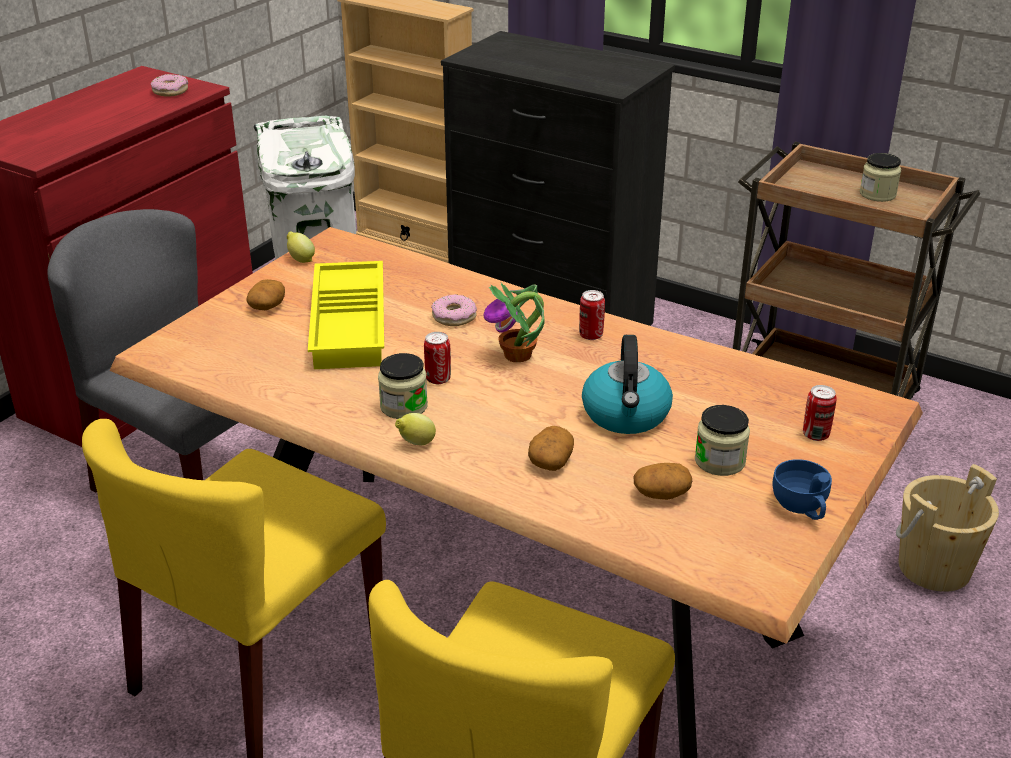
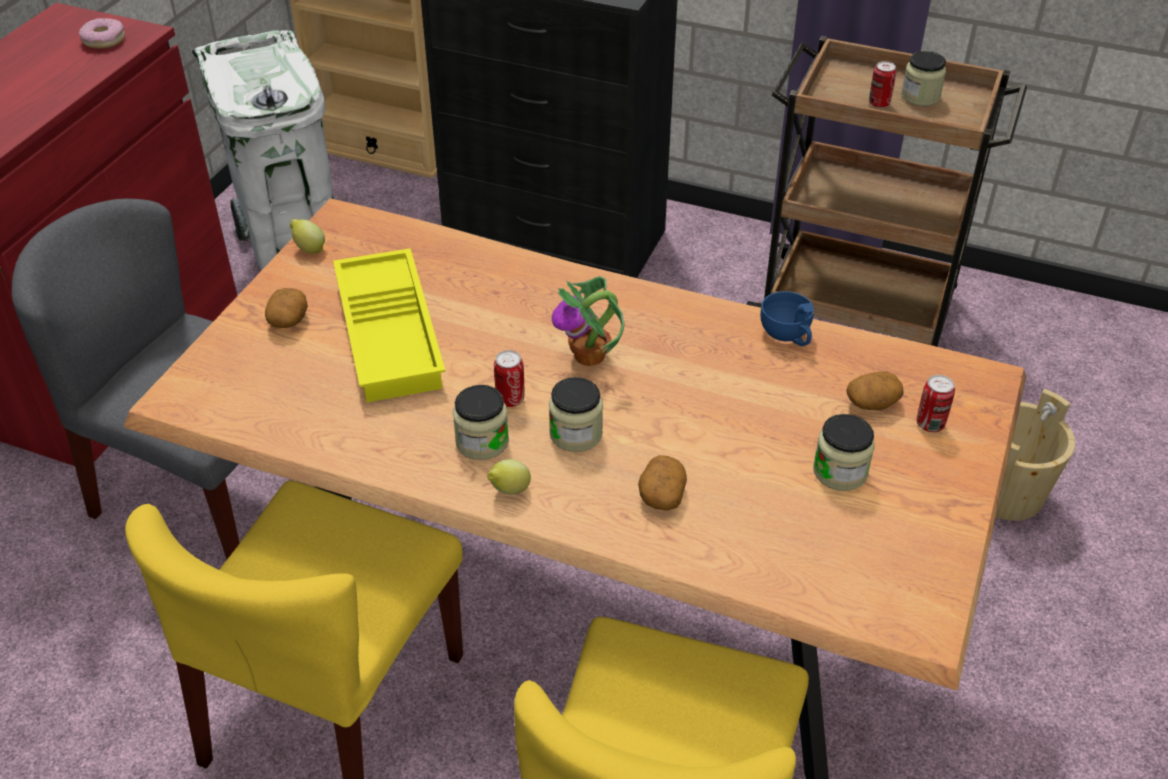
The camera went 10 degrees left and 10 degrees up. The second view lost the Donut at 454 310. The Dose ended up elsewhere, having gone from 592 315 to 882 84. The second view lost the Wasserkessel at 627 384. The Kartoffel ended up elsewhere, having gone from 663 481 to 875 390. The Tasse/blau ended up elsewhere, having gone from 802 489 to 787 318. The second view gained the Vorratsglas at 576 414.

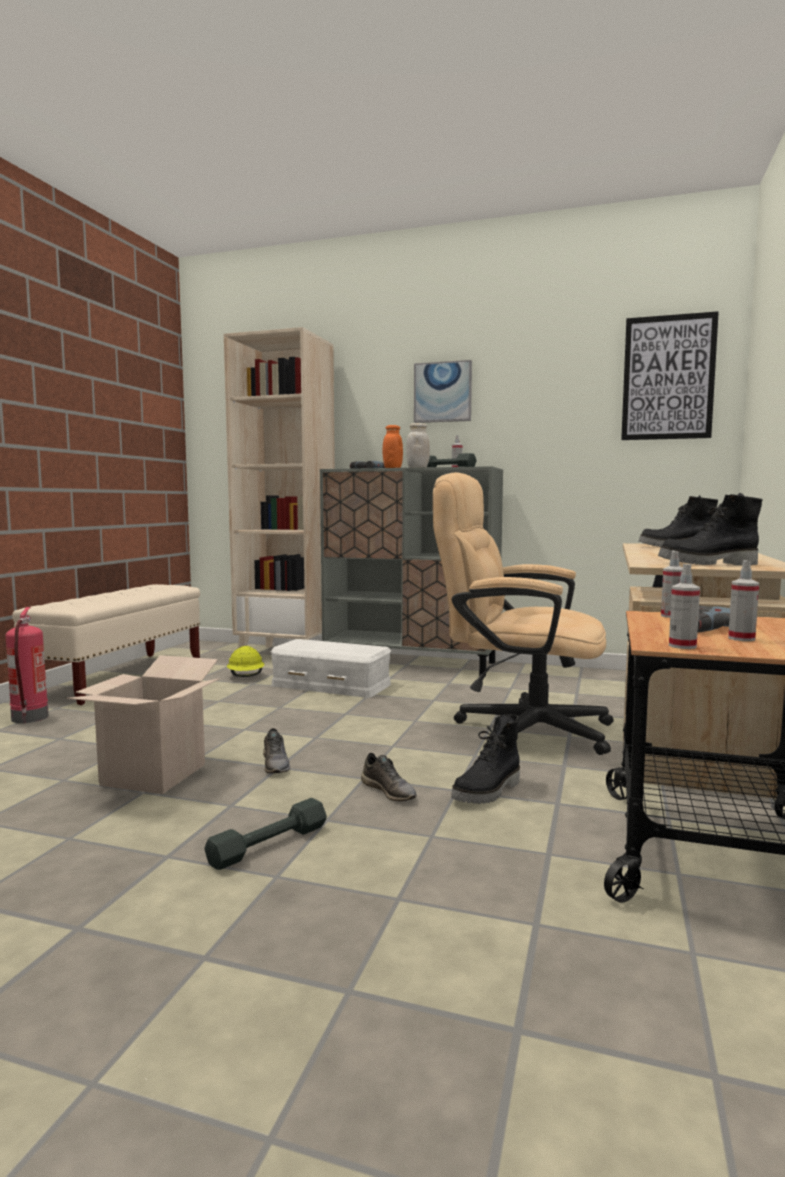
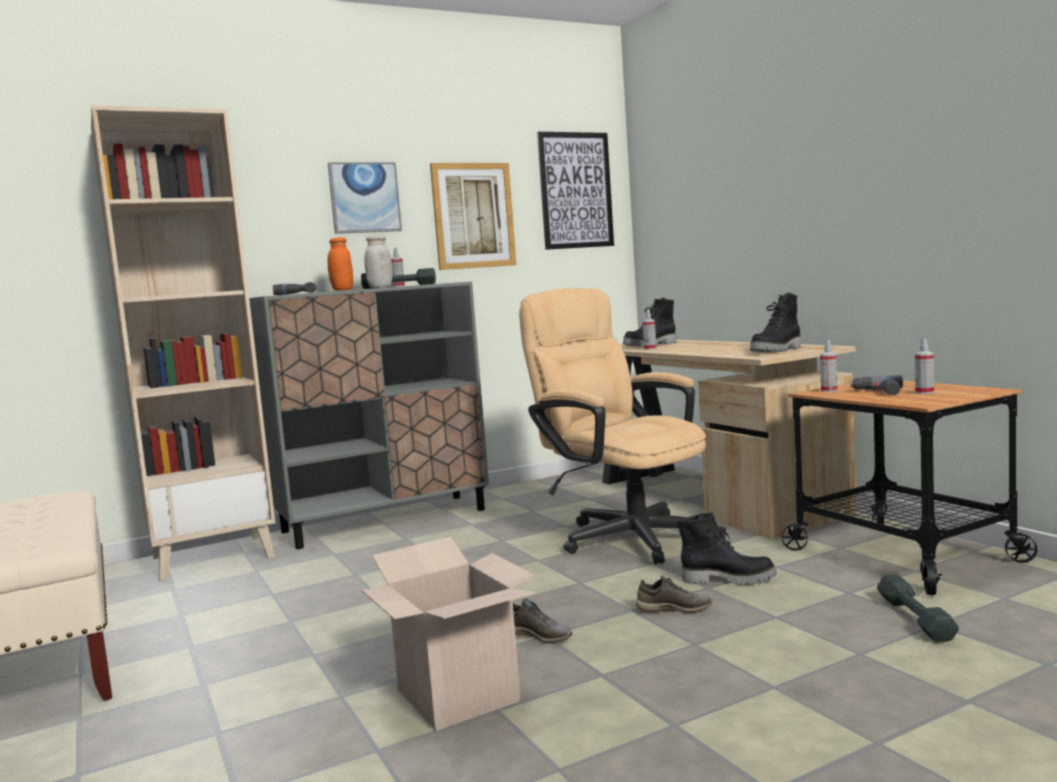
The camera went 45 degrees left and 0 degrees up. The second view lost the Feuerlöscher at 27 665. The Hantel/grau ended up elsewhere, having gone from 265 834 to 918 608. The second view lost the Schutzhelm/gelb at 246 661. The second view lost the Aufbewahrungsbox/weiß at 331 668. The Bürostuhl/beige at 523 613 ended up facing another way, 75 degrees clockwise from before. The Stiefel/schwarz at 485 759 ended up facing another way, 75 degrees counterclockwise from before. The Sprühflasche ended up elsewhere, having gone from 684 606 to 649 330. The second view gained the Bild at 473 216.

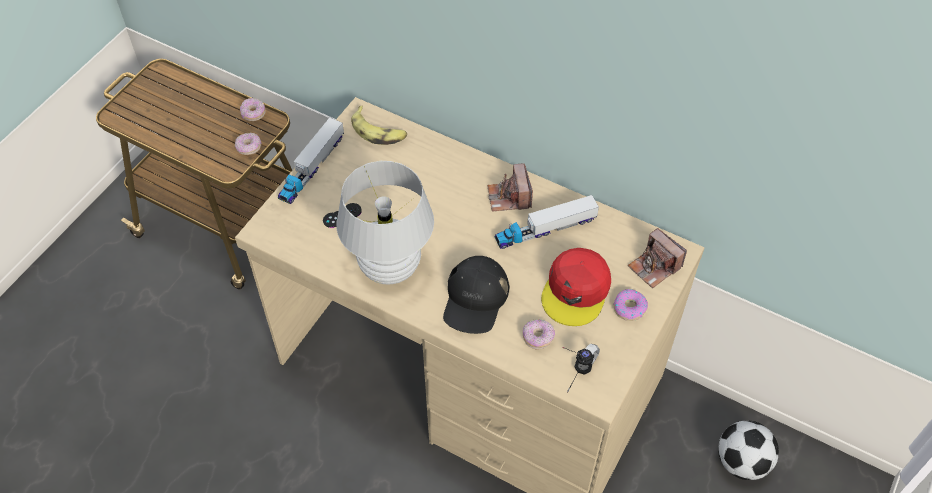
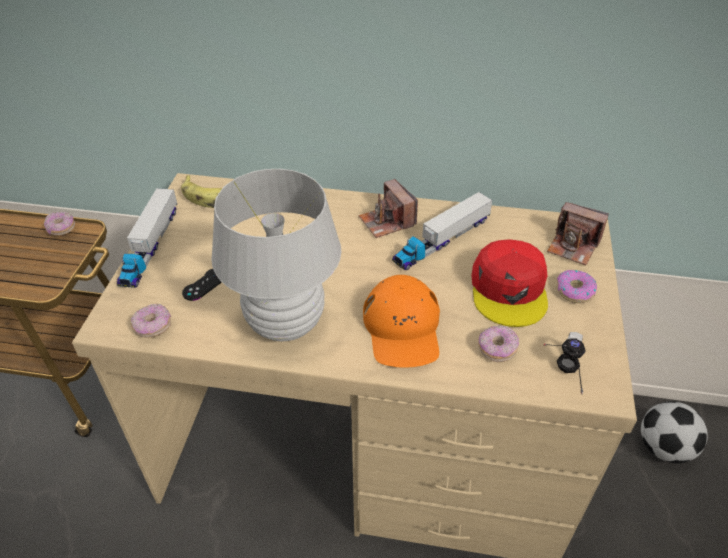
The camera went 20 degrees left and 10 degrees down. The Donut ended up elsewhere, having gone from 248 144 to 151 320. What was the Kappe/schwarz at 476 295 turned into the Kappe/orange at 401 321.

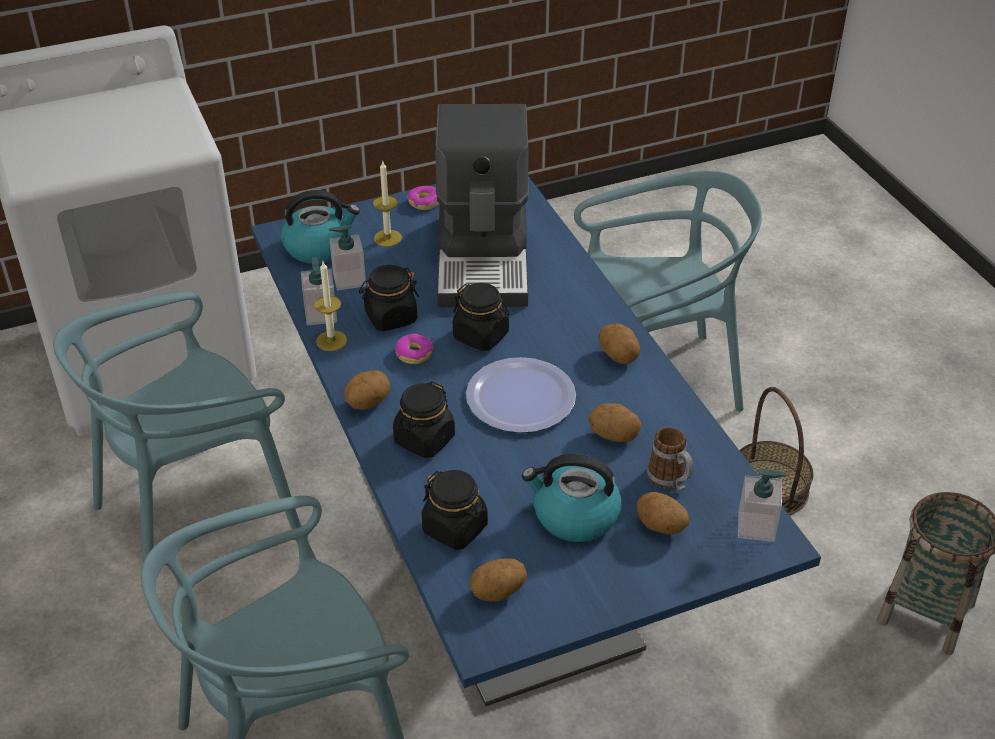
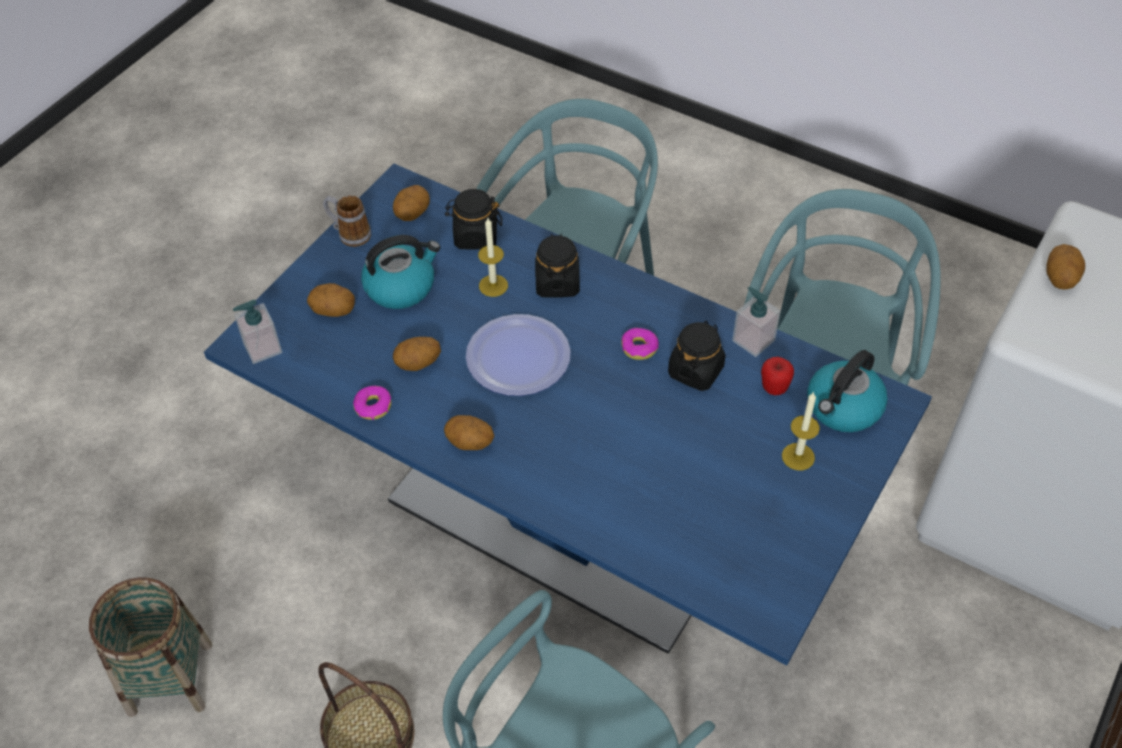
The camera went 145 degrees right and 10 degrees up. The Kerze ended up elsewhere, having gone from 330 306 to 493 257. Where the Seifenspender stood at 347 257, the Apfel came to stand at 777 376. The Kartoffel ended up elsewhere, having gone from 367 390 to 1065 267. The Donut ended up elsewhere, having gone from 423 198 to 372 403. The second view lost the Kaffeemaschine at 482 205. The second view lost the Vorratsglas/schwarz at 481 317. The Henkelbecher ended up elsewhere, having gone from 670 459 to 347 221.

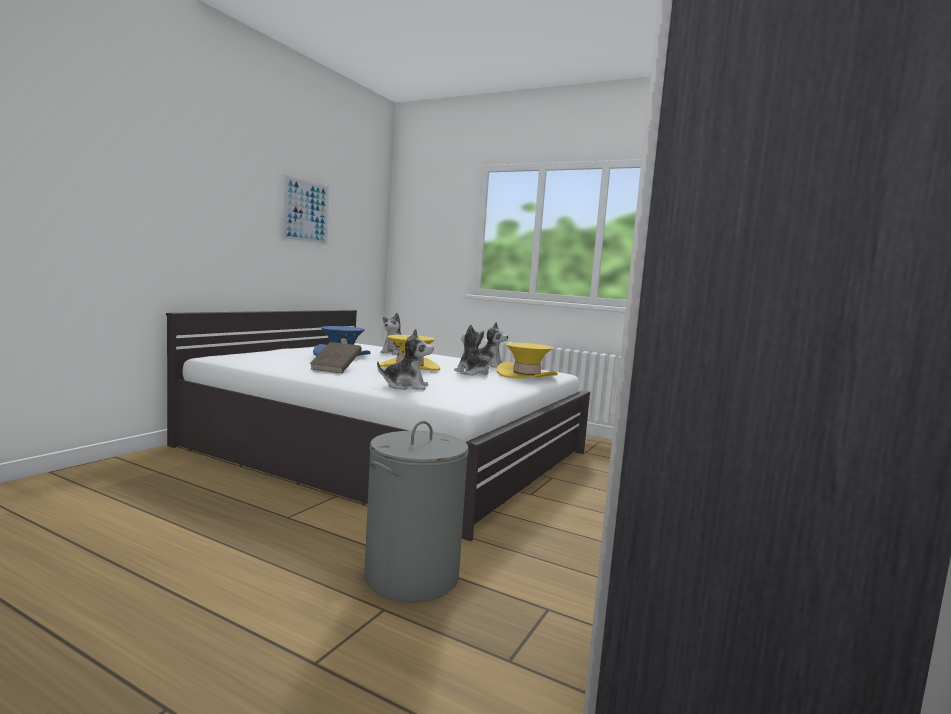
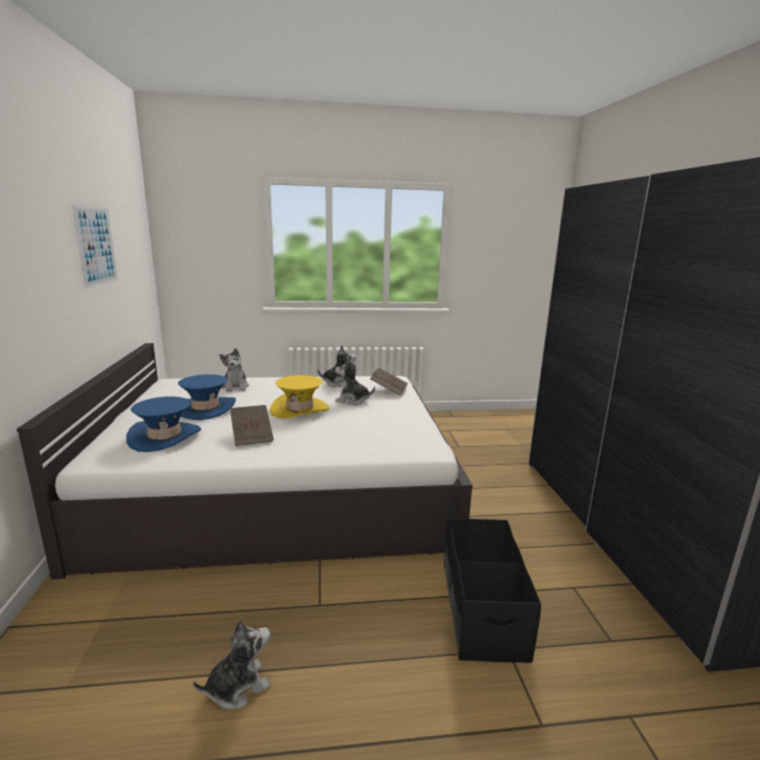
The camera went 35 degrees left and 10 degrees up. Where the Wäschekorb/grau stood at 416 512, the Aufbewahrungsbox/schwarz came to stand at 492 590. The Plüschtier ended up elsewhere, having gone from 405 359 to 232 663. Where the Hut/gelb stood at 527 361, the Buch/braun came to stand at 389 382. The second view gained the Hut/blau at 163 424.

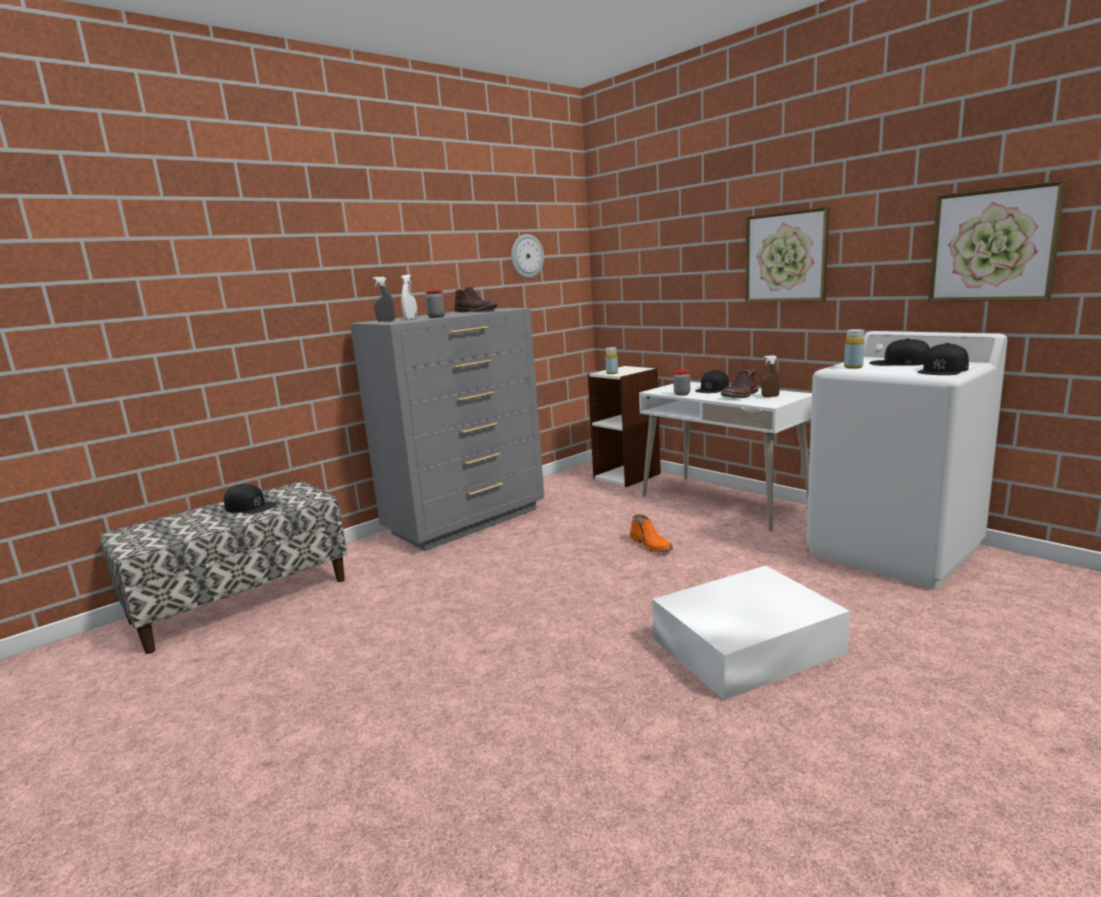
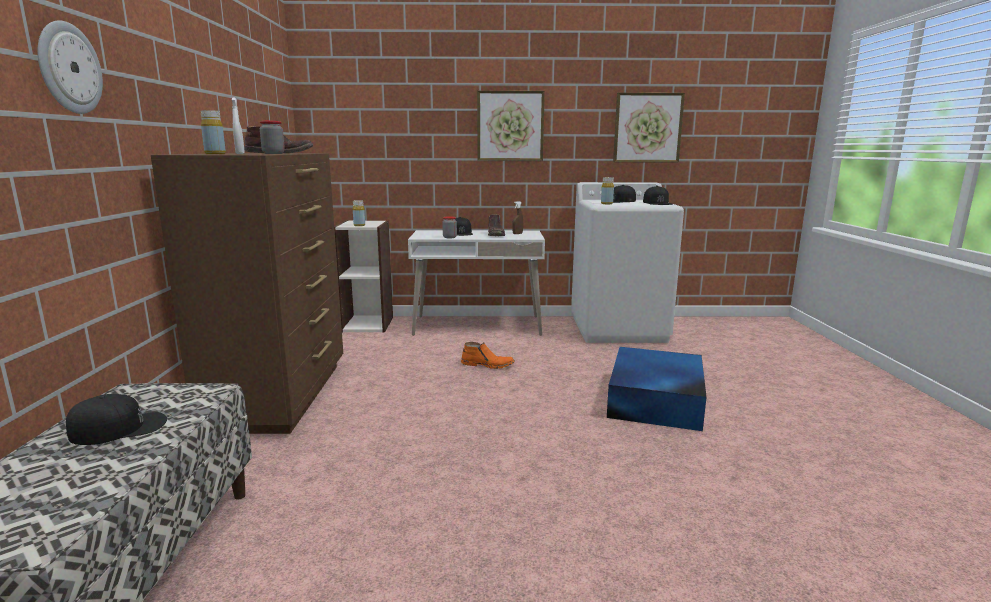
The camera went 50 degrees left and 0 degrees up. What was the Kommode/grau at 447 429 turned into the Kommode/braun at 247 293. Where the Sprühflasche/grau stood at 384 299, the Flasche/gelb came to stand at 213 132. The Wanduhr ended up elsewhere, having gone from 527 256 to 70 67. What was the Aufbewahrungsbox/weiß at 751 633 turned into the Aufbewahrungsbox/blau at 657 389.

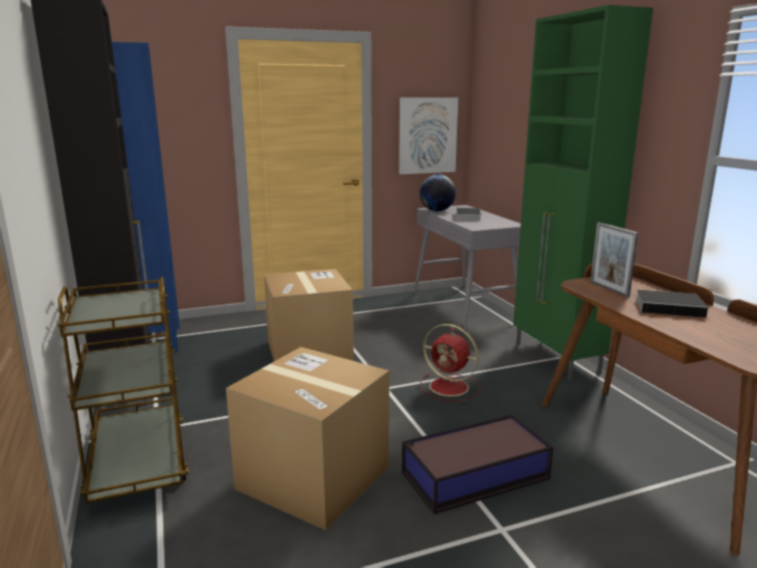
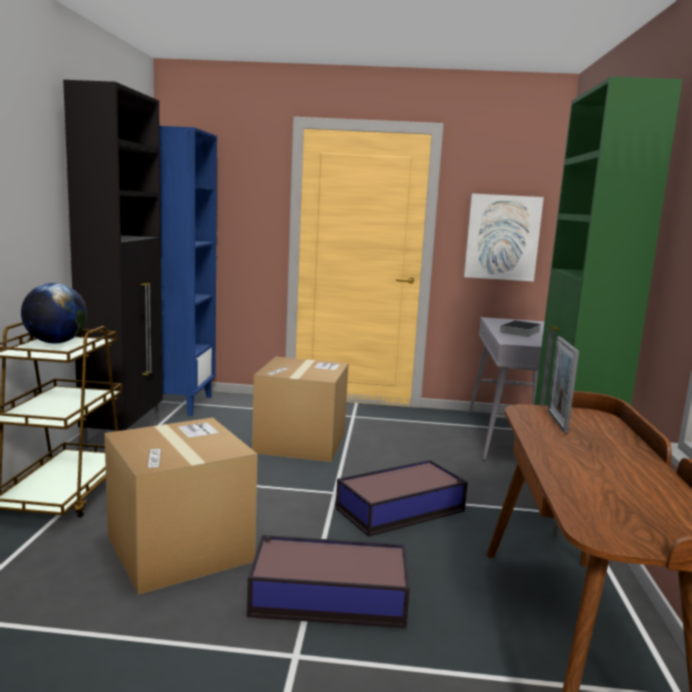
The camera went 25 degrees right and 5 degrees down. The Globus ended up elsewhere, having gone from 437 192 to 54 313. Where the Ventilator/rot stood at 450 363, the Aufbewahrungsbox came to stand at 402 498. The second view lost the Buch at 676 304.

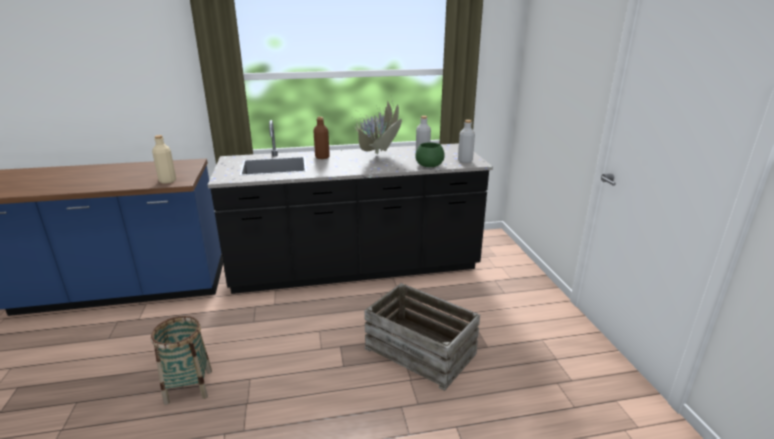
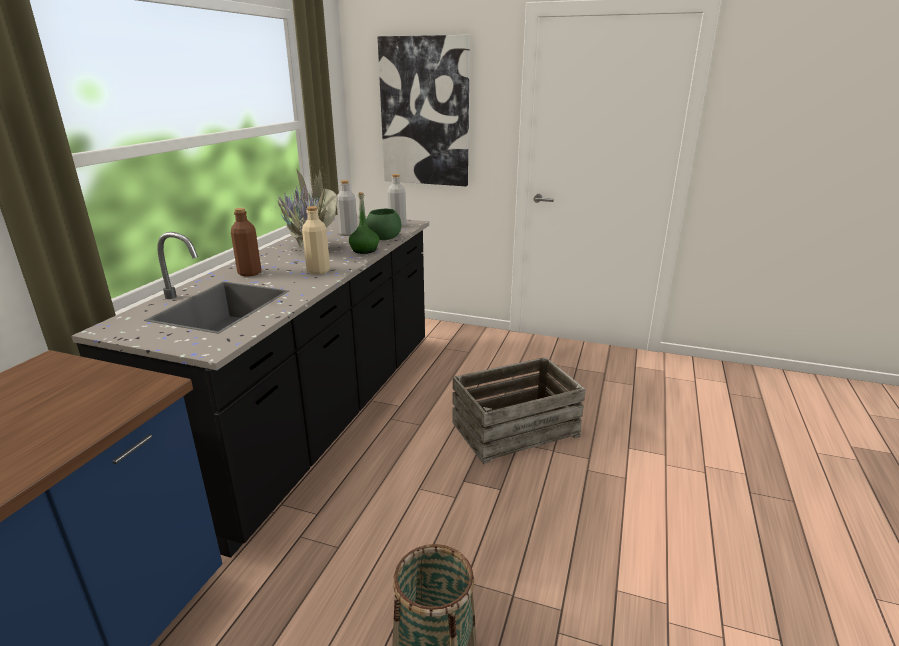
The camera went 60 degrees left and 0 degrees up. The Flasche/beige ended up elsewhere, having gone from 164 159 to 316 240. The second view gained the Flasche/grün at 364 223. The second view gained the Bild at 424 110.

